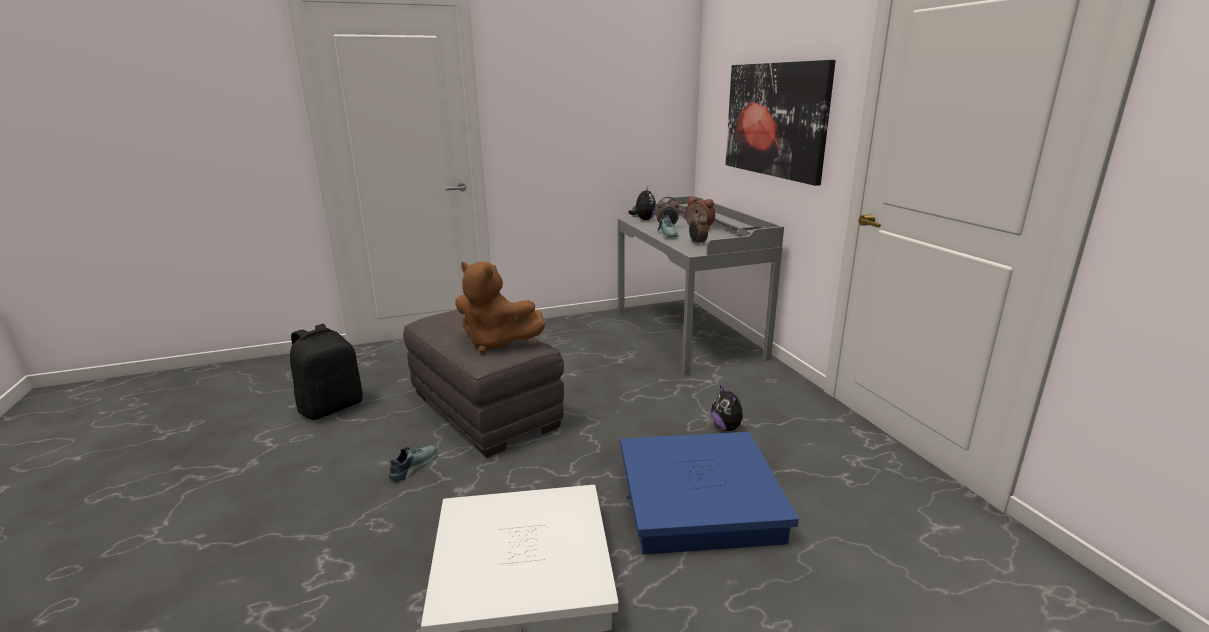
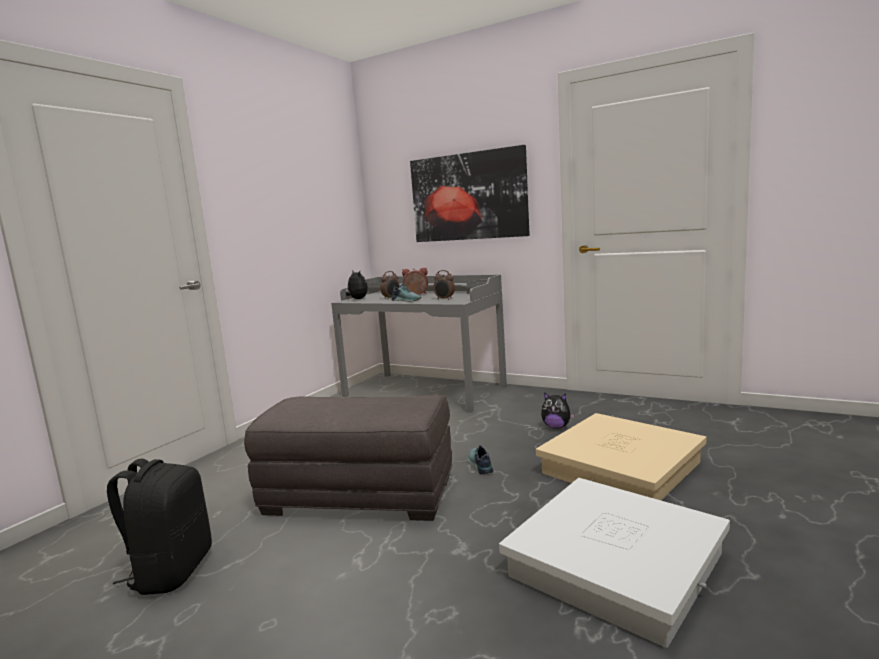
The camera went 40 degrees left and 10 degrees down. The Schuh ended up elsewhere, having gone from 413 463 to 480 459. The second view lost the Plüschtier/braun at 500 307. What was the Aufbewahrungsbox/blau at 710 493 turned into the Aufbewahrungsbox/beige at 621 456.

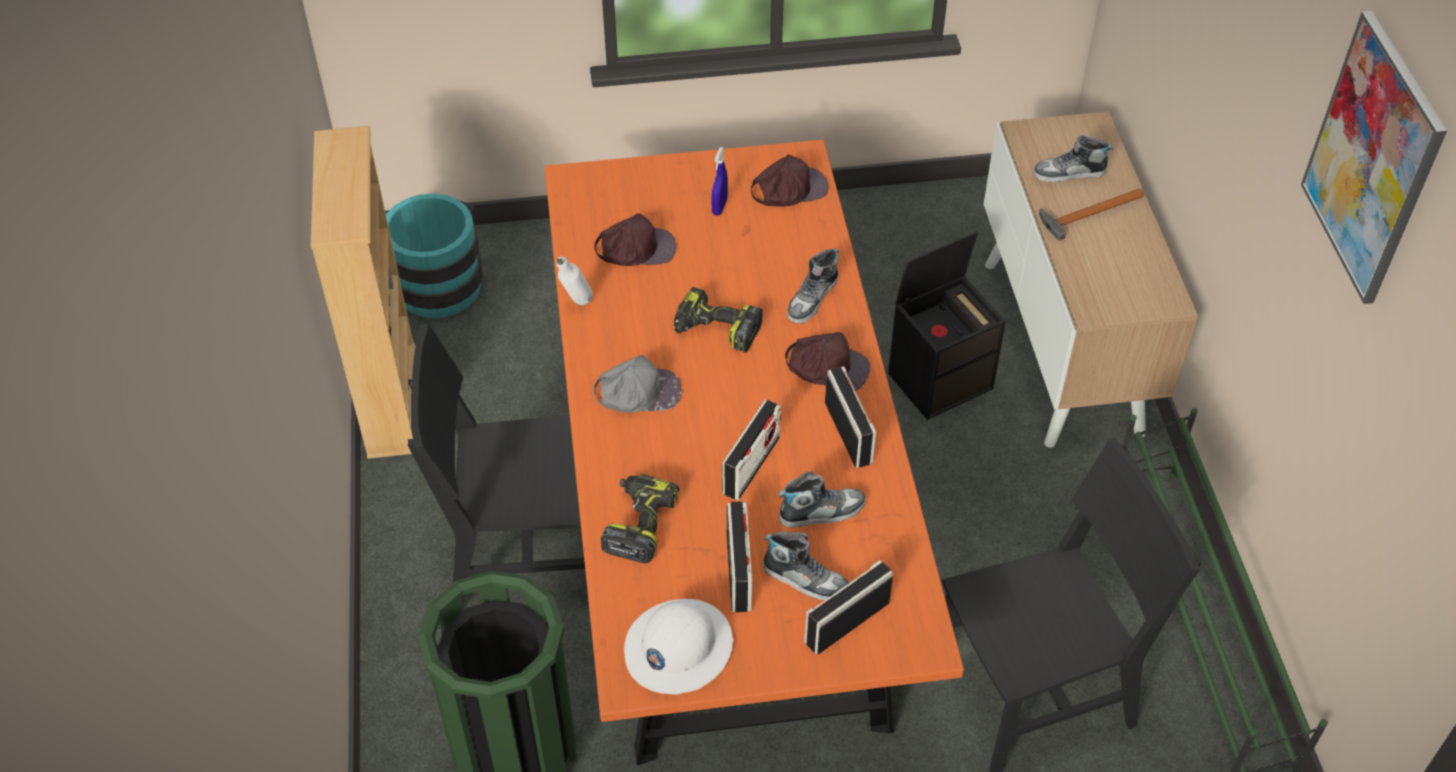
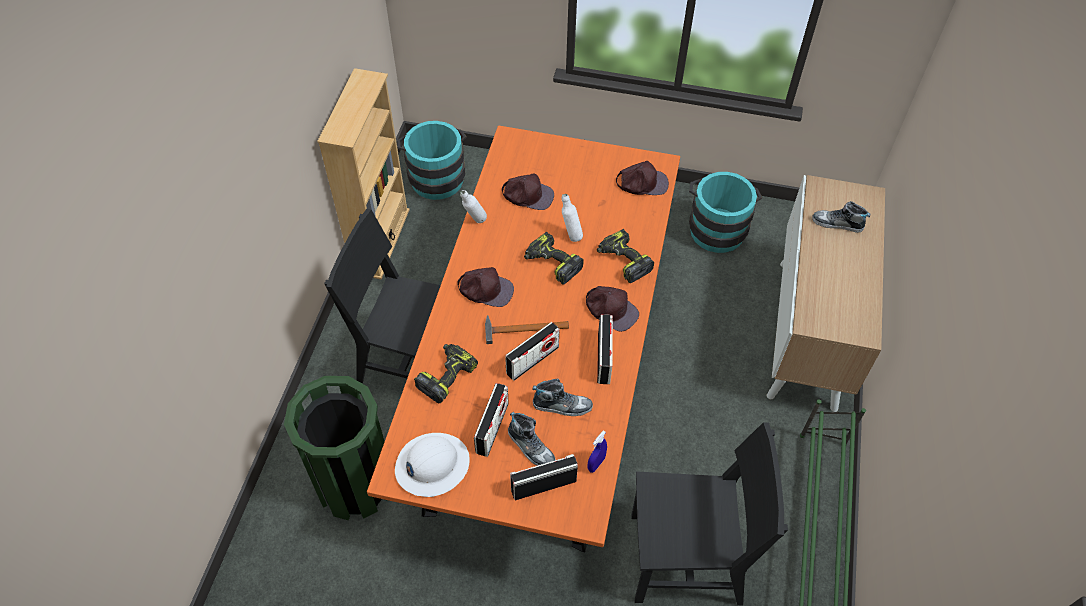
The camera went 20 degrees right and 5 degrees up. What was the Kappe/grau at 637 384 turned into the Kappe/braun at 485 287. The Sprühflasche/blau ended up elsewhere, having gone from 720 181 to 597 451. Where the Schuh stood at 813 286, the Bohrmaschine came to stand at 625 256. The second view lost the Aufbewahrungsbox/schwarz at 947 325. The Hammer ended up elsewhere, having gone from 1091 215 to 527 329. The second view lost the Bild at 1374 157. The second view gained the Flasche/weiß at 572 218. The second view gained the Eimer/türkis at 725 212.

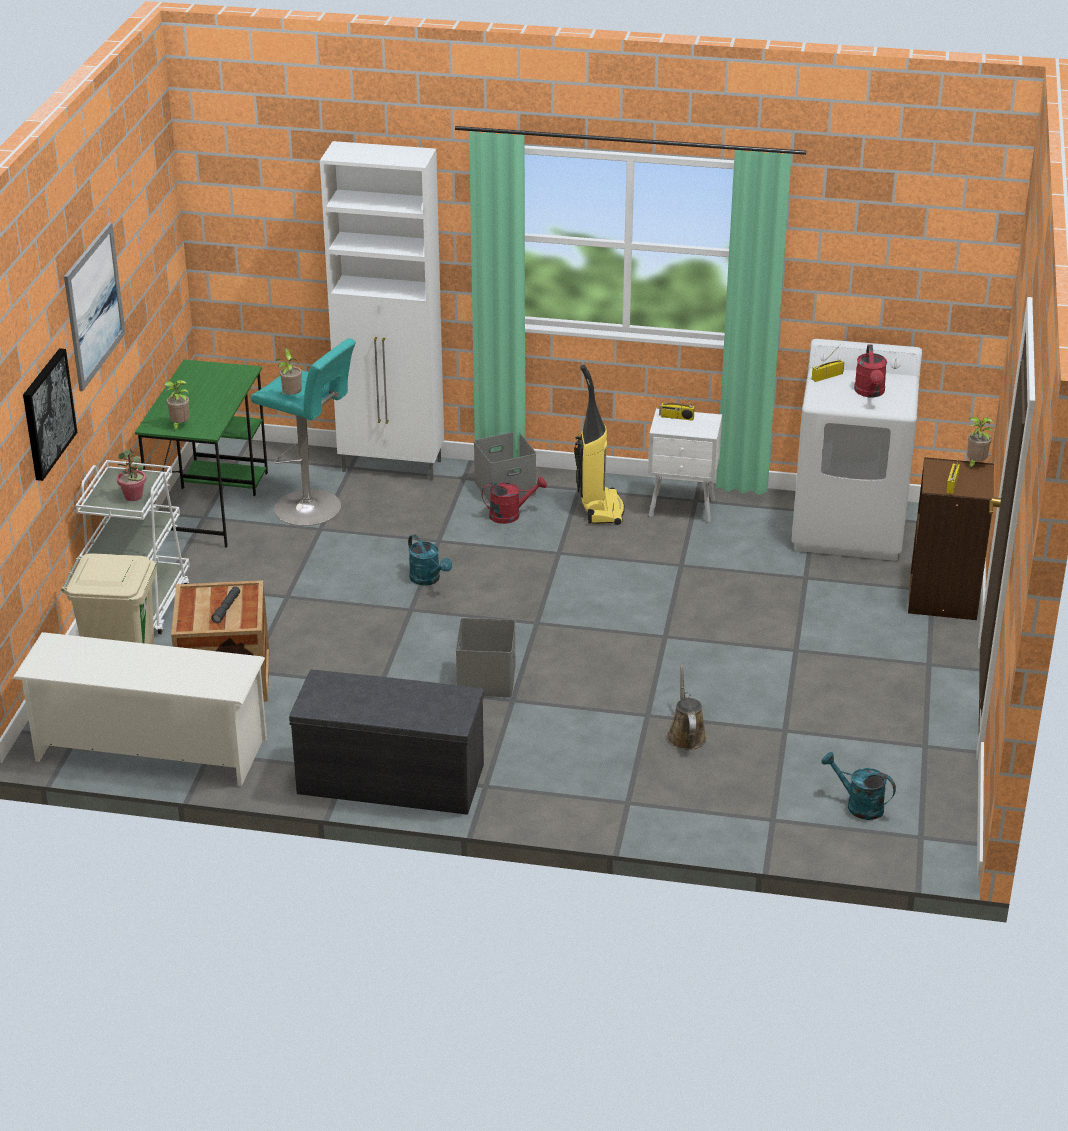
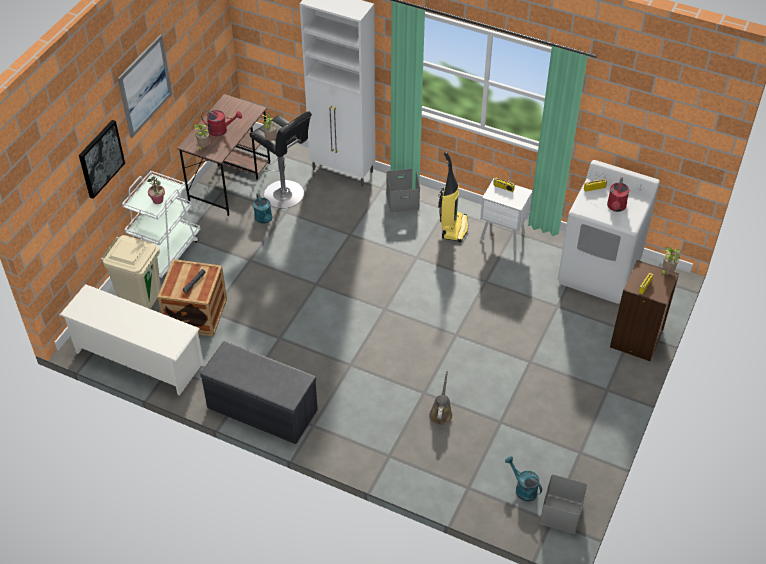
The camera went 15 degrees right and 15 degrees up. What was the Schreibtisch/grün at 201 454 turned into the Schreibtisch/braun at 223 155. What was the Hocker/türkis at 303 432 turned into the Hocker/schwarz at 280 159. The Gießkanne/türkis ended up elsewhere, having gone from 430 560 to 262 208. The Aufbewahrungsbox/grau ended up elsewhere, having gone from 486 658 to 563 504. The Gießkanne/rot ended up elsewhere, having gone from 514 500 to 221 123.

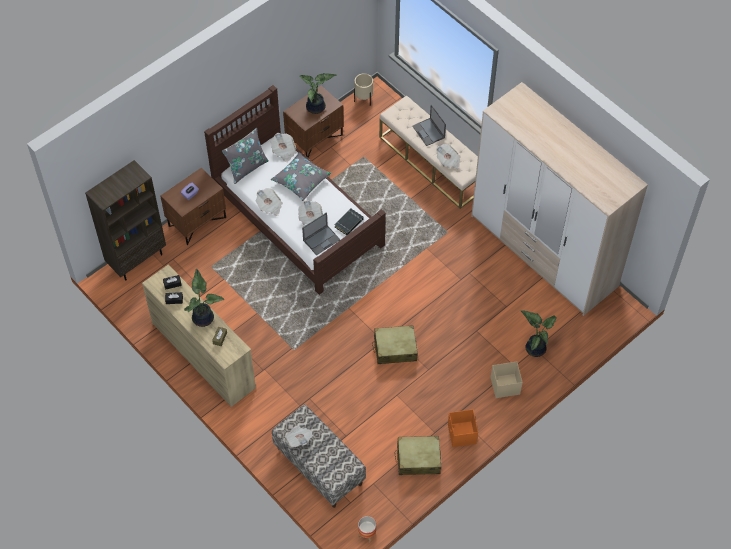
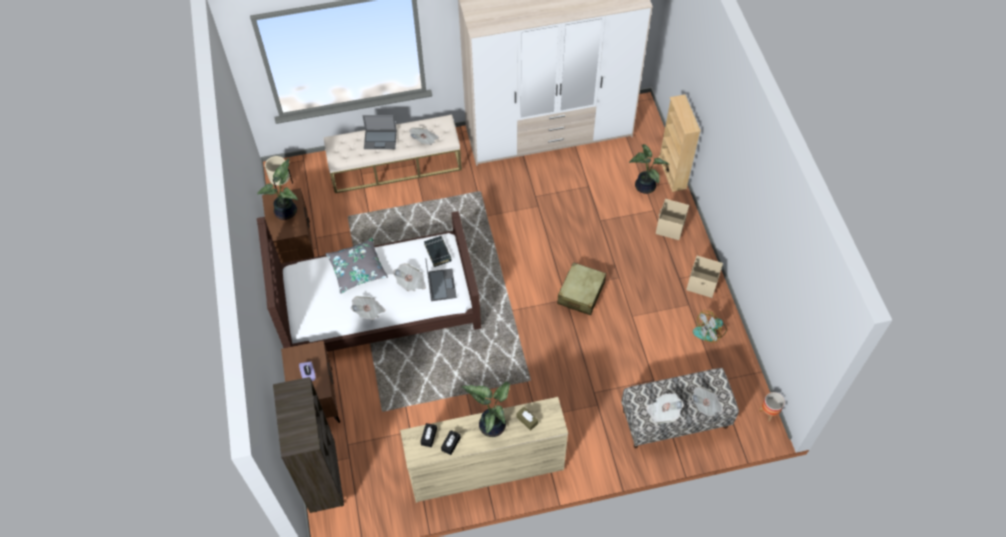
The camera went 60 degrees left and 0 degrees up. The second view lost the Kissen/grau at 245 156. The Zeitung ended up elsewhere, having gone from 284 147 to 707 401. Where the Koffer/beige stood at 418 455, the Ventilator came to stand at 710 326. What was the Aufbewahrungsbox/orange at 463 428 turned into the Aufbewahrungsbox/beige at 704 277. The second view gained the Bücherregal/beige at 679 143.

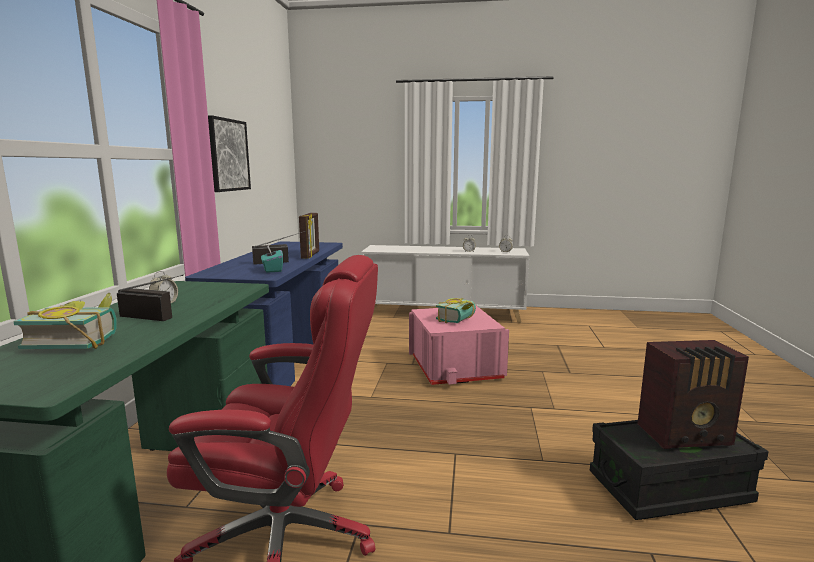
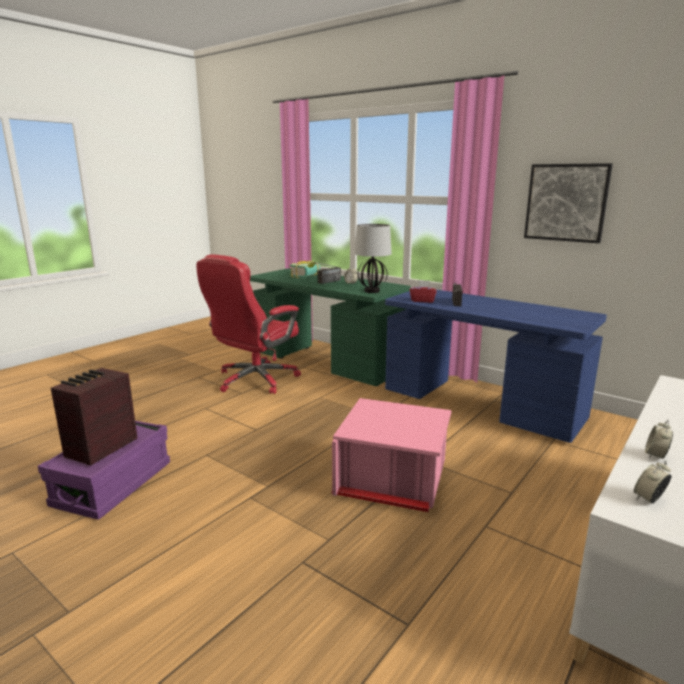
The camera went 120 degrees right and 5 degrees up. What was the Taschentuchbox/türkis at 272 259 turned into the Taschentuchbox/rot at 423 291. The second view lost the Bilderrahmen at 309 236. The second view lost the Buch at 456 310. What was the Aufbewahrungsbox/schwarz at 679 470 turned into the Aufbewahrungsbox/lila at 104 470. The second view gained the Tischlampe at 373 258.

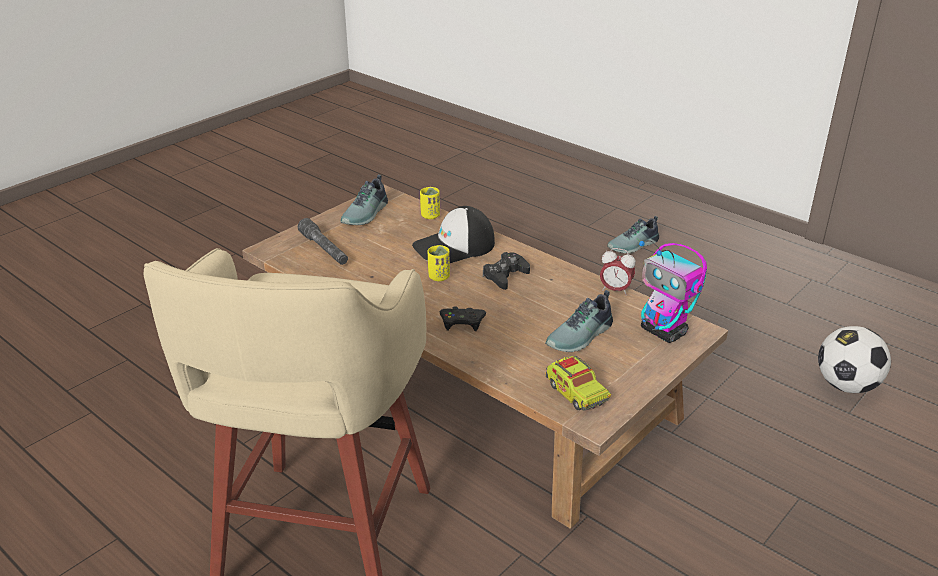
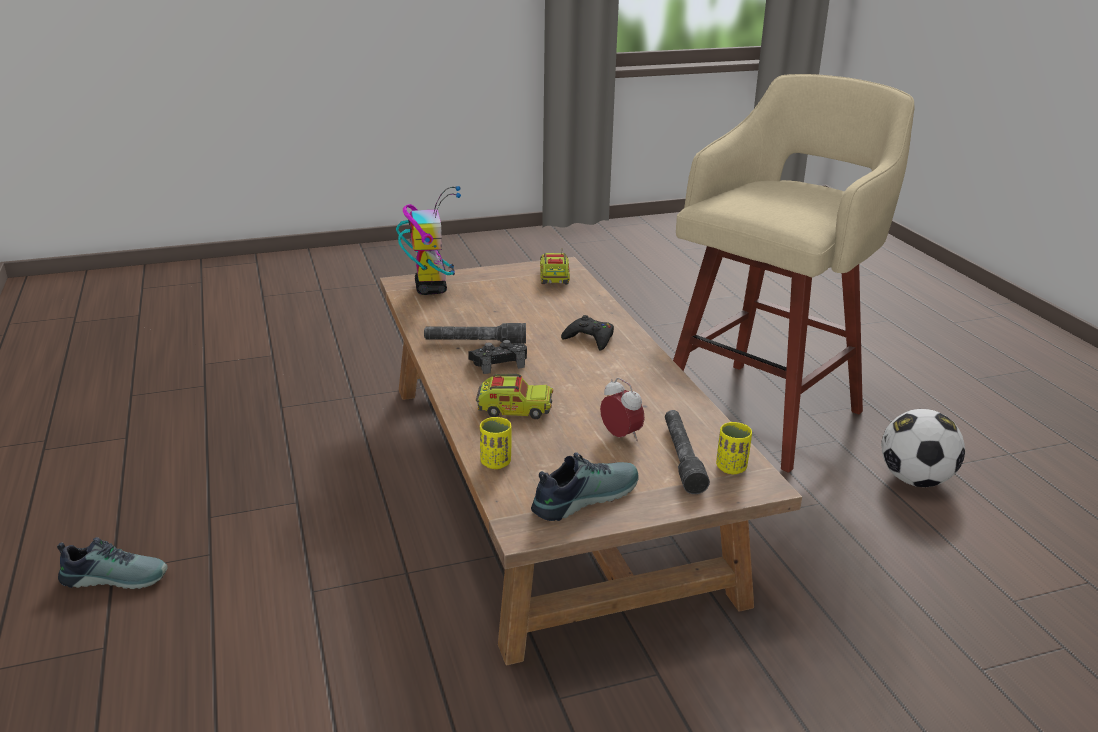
The camera went 150 degrees left and 5 degrees down. Where the Kappe stood at 453 234, the Spielzeuglaster came to stand at 514 396. The Tasse/gelb ended up elsewhere, having gone from 438 263 to 734 448. The second view lost the Schuh at 579 321. The Wecker ended up elsewhere, having gone from 618 271 to 622 409. The Fußball ended up elsewhere, having gone from 854 359 to 923 448. The second view gained the Taschenlampe/grau at 475 333.

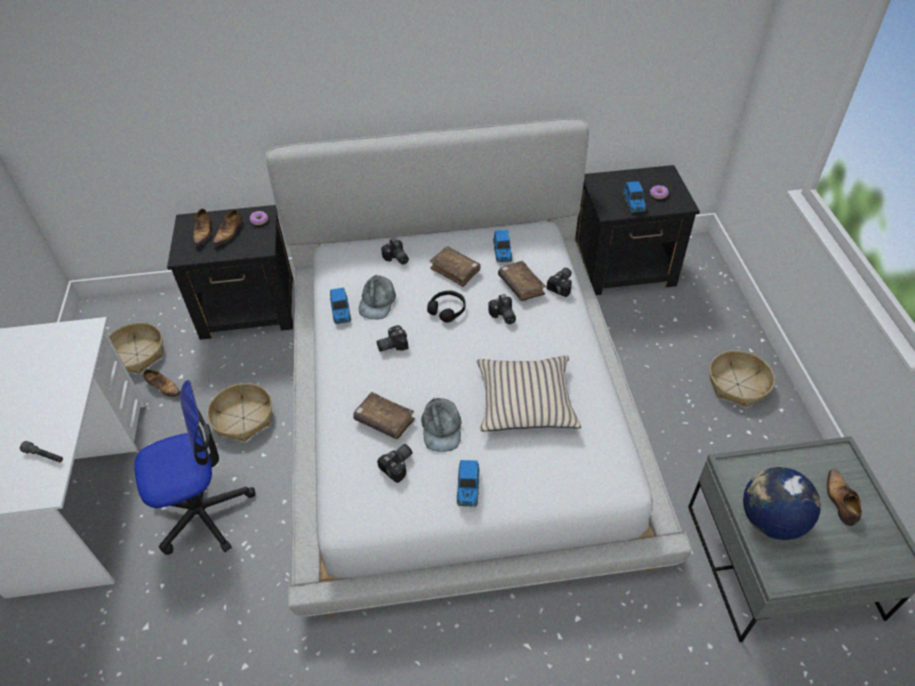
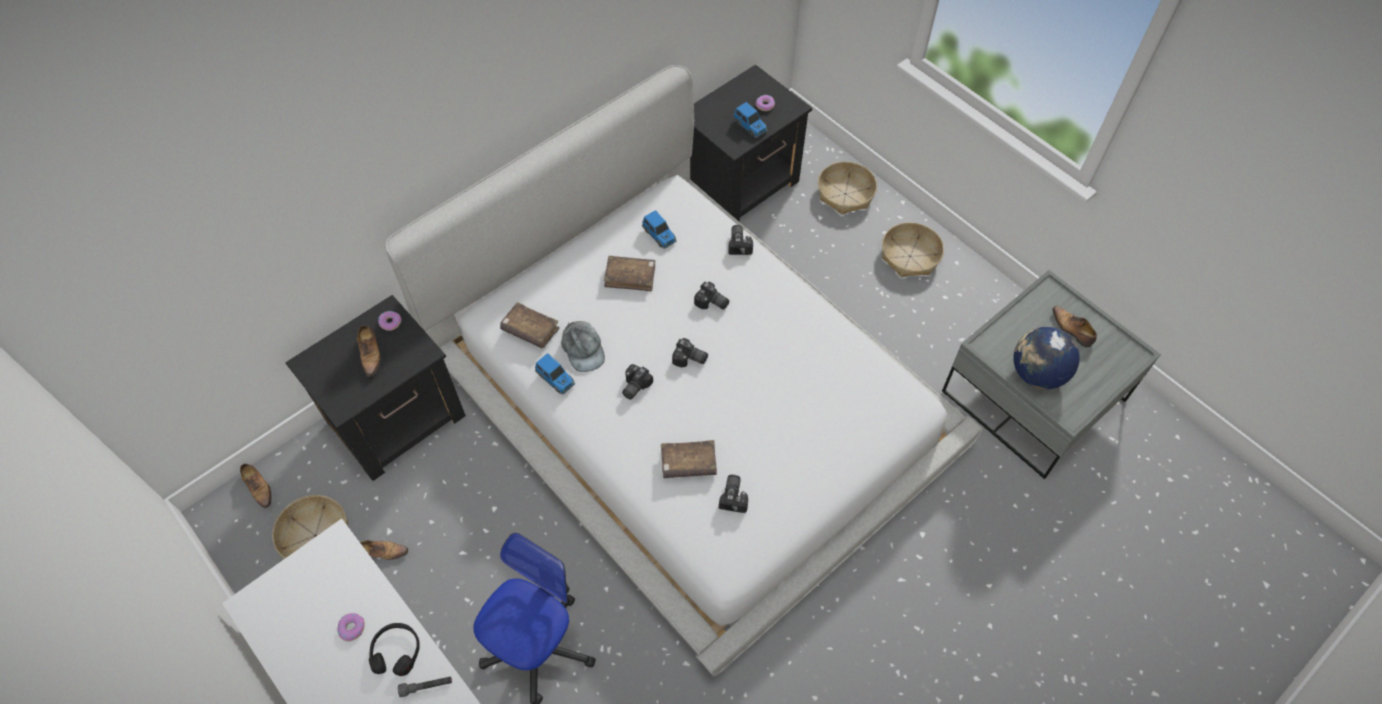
The camera went 35 degrees left and 10 degrees up. The Schuh ended up elsewhere, having gone from 202 227 to 256 486. The Korb ended up elsewhere, having gone from 239 412 to 847 187. The Kamera ended up elsewhere, having gone from 395 251 to 690 352. The second view lost the Kappe/grau at 441 425. The Kopfhörer/schwarz ended up elsewhere, having gone from 446 307 to 394 649. The second view lost the Spielzeugauto at 468 483. The second view lost the Kissen/beige at 529 393. The Buch/braun ended up elsewhere, having gone from 522 281 to 530 325. The second view gained the Donut at 351 627.

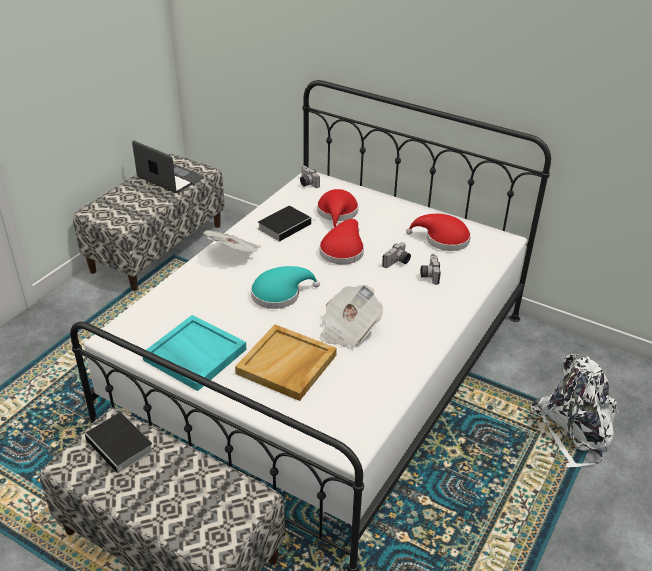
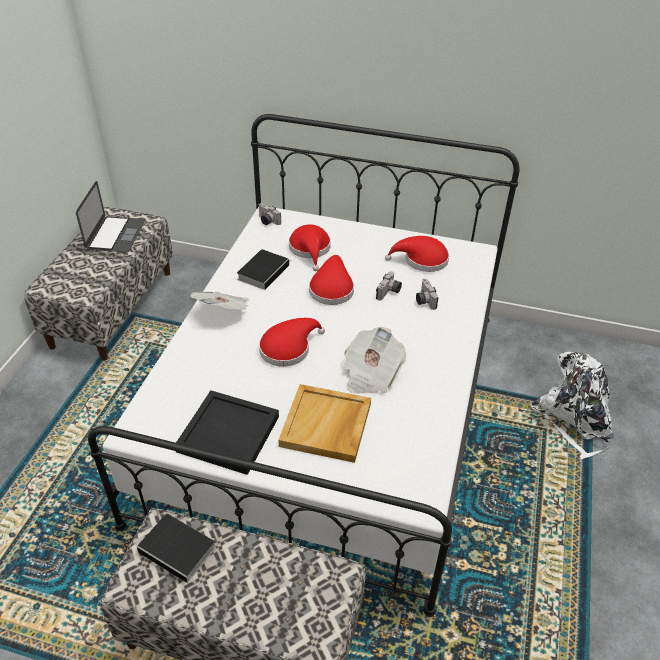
The camera went 15 degrees left and 5 degrees up. The Laptop at 168 167 ended up facing another way, 75 degrees clockwise from before. What was the Tablett/türkis at 194 353 turned into the Tablett/schwarz at 227 432. What was the Hut/türkis at 285 287 turned into the Hut/rot at 292 342.

